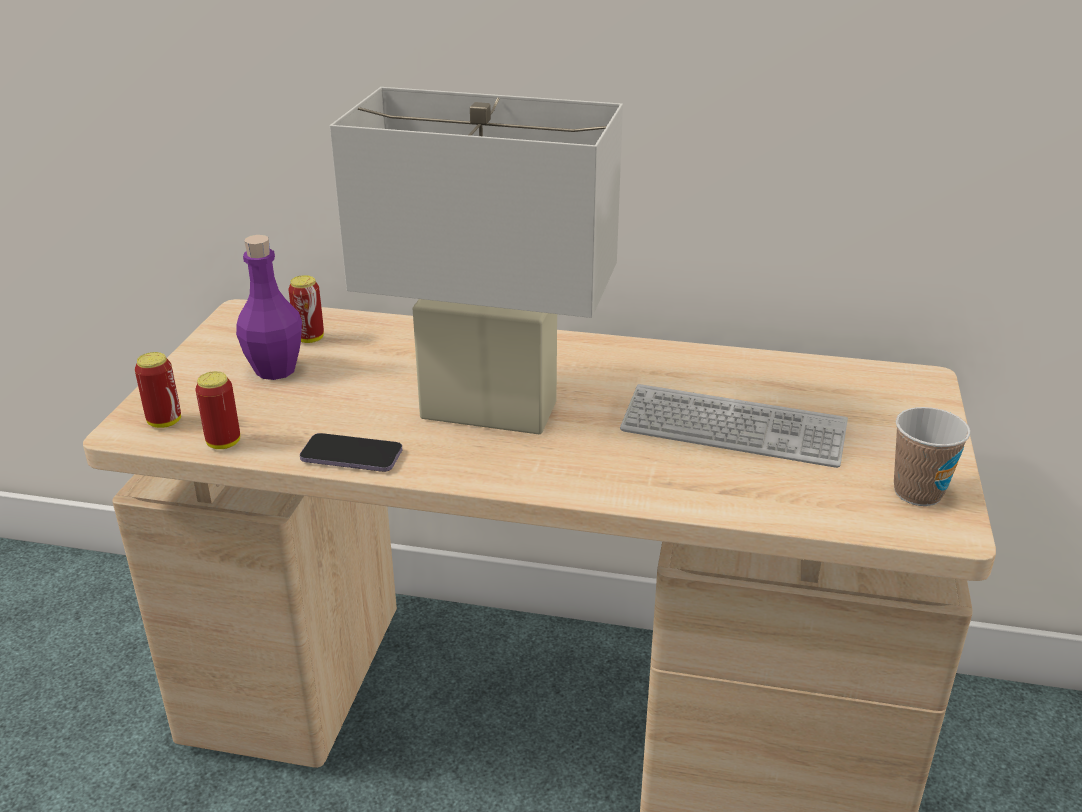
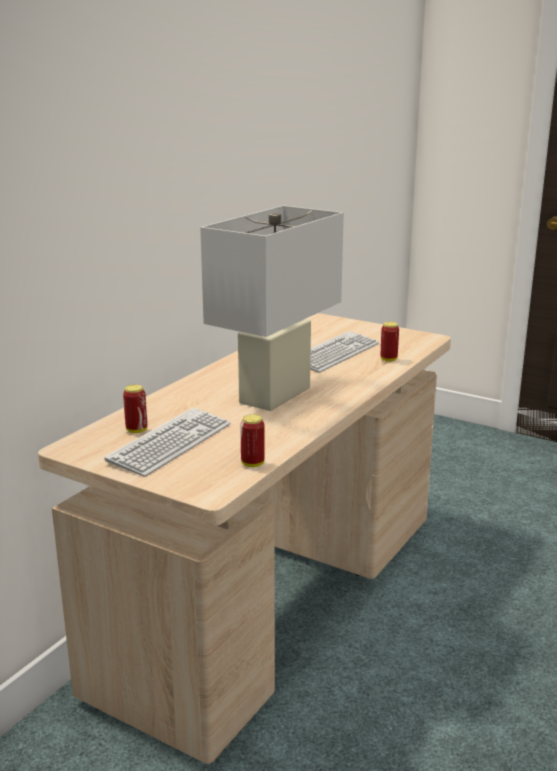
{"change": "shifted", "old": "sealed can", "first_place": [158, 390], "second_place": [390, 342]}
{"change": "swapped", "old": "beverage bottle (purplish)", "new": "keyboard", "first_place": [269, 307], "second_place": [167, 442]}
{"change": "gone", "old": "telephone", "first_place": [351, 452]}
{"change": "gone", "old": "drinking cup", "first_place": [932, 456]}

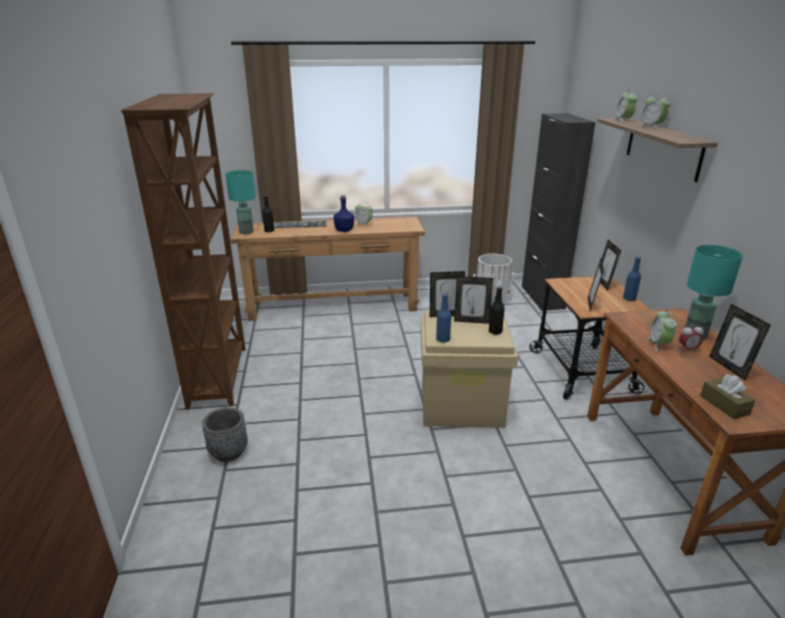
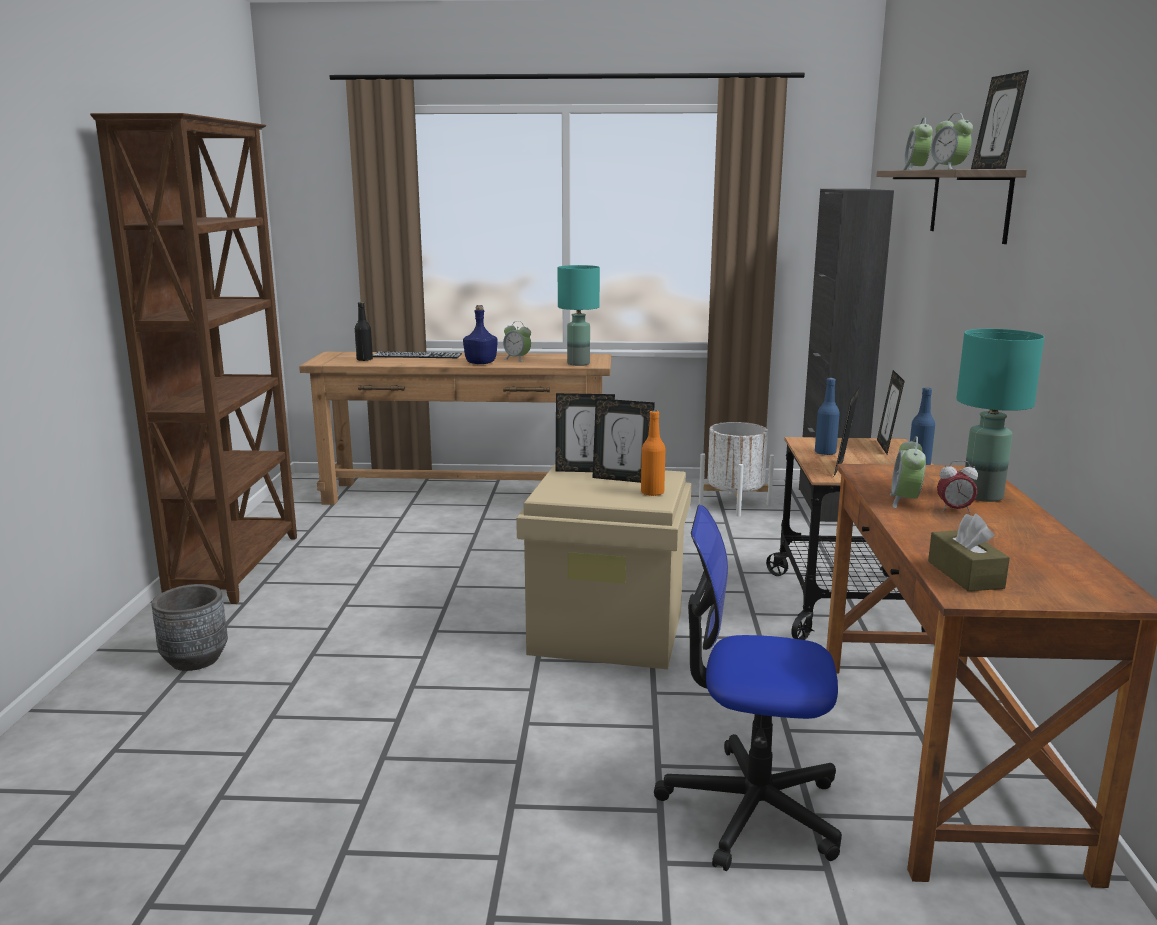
{"change": "shifted", "old": "lamp for a table (blue-green)", "first_place": [240, 202], "second_place": [579, 315]}
{"change": "shifted", "old": "beverage bottle (bluish)", "first_place": [443, 318], "second_place": [827, 416]}
{"change": "repainted", "old": "beverage bottle (black-coloured)", "new": "beverage bottle (orange)", "first_place": [497, 311], "second_place": [653, 453]}
{"change": "shifted", "old": "standing frame", "first_place": [740, 342], "second_place": [1000, 119]}
{"change": "new", "new": "computer chair", "second_place": [748, 688]}

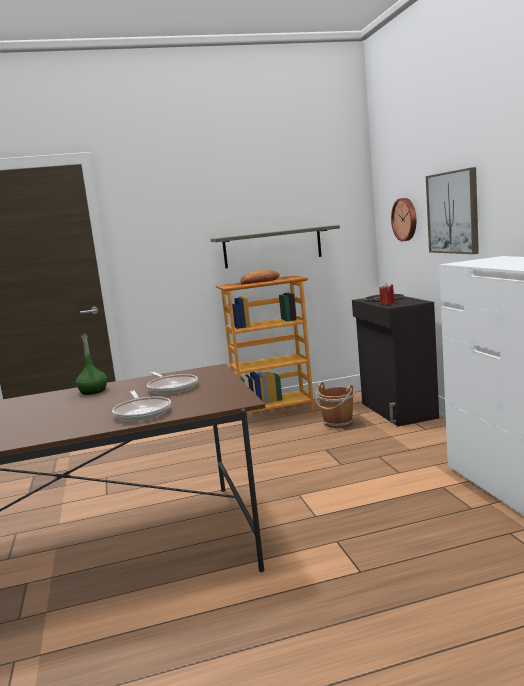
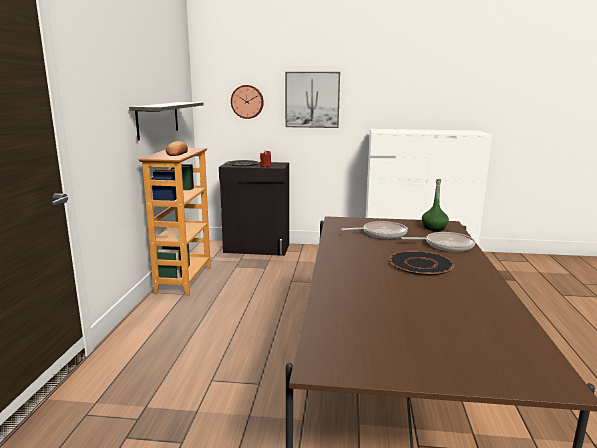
{"change": "shifted", "old": "beverage bottle (green)", "first_place": [91, 364], "second_place": [435, 205]}
{"change": "gone", "old": "water bucket (brown-coloured)", "first_place": [335, 405]}
{"change": "new", "new": "dinner plate (black-coloured)", "second_place": [421, 263]}

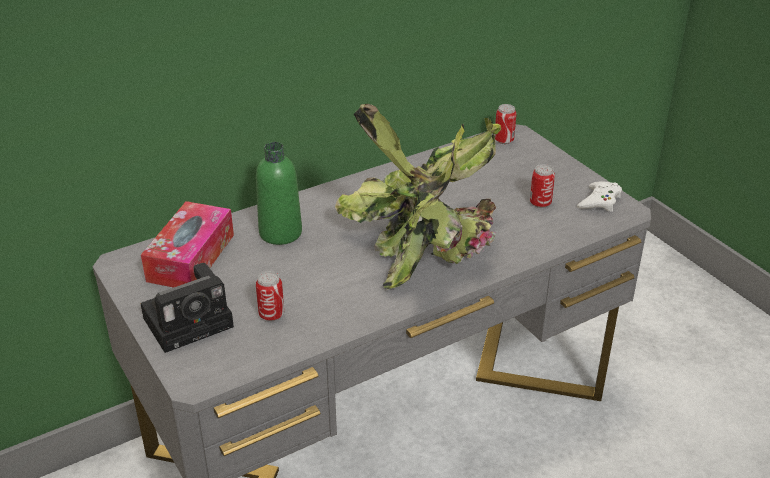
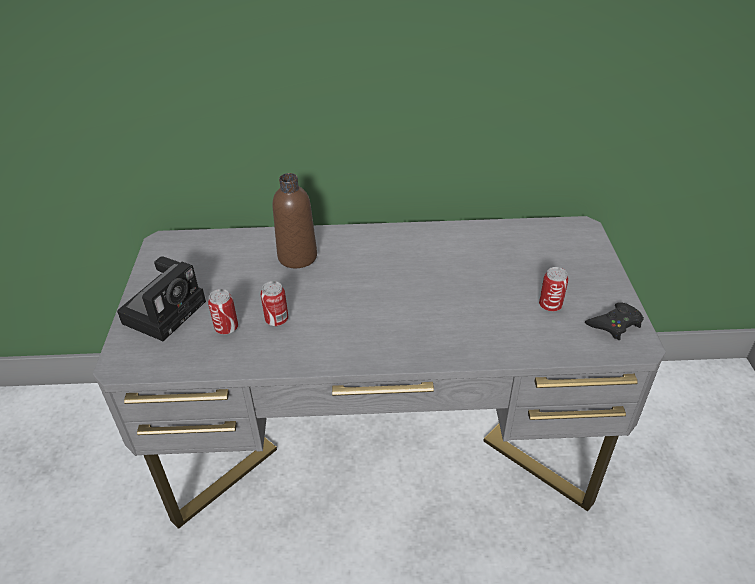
{"change": "gone", "old": "tissue holder", "first_place": [187, 244]}
{"change": "rotated", "old": "still camera", "first_place": [187, 308], "second_place": [161, 299], "degrees": -60}
{"change": "repainted", "old": "beverage bottle (green)", "new": "beverage bottle (brown-coloured)", "first_place": [279, 193], "second_place": [295, 220]}
{"change": "gone", "old": "potted plant", "first_place": [418, 197]}
{"change": "shifted", "old": "sealed can", "first_place": [506, 124], "second_place": [274, 303]}
{"change": "repainted", "old": "joypad (whitish)", "new": "joypad (black-coloured)", "first_place": [599, 197], "second_place": [614, 321]}

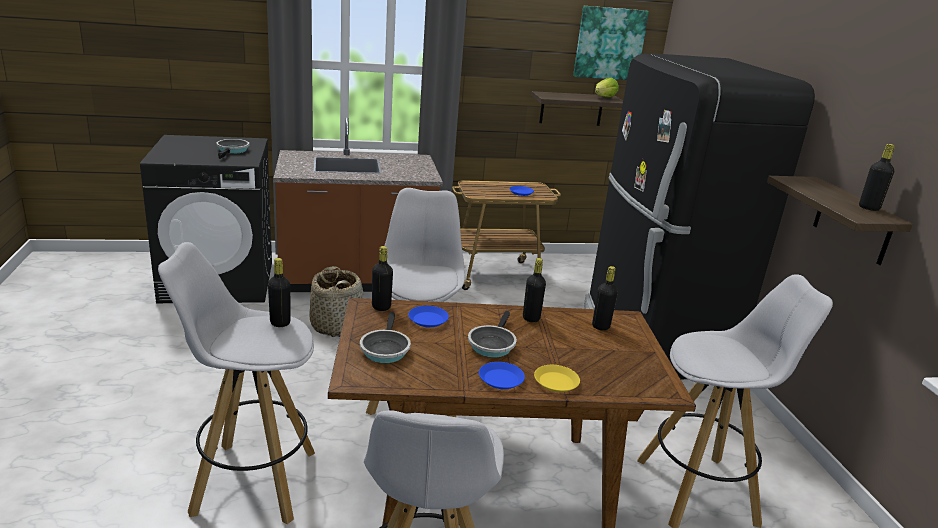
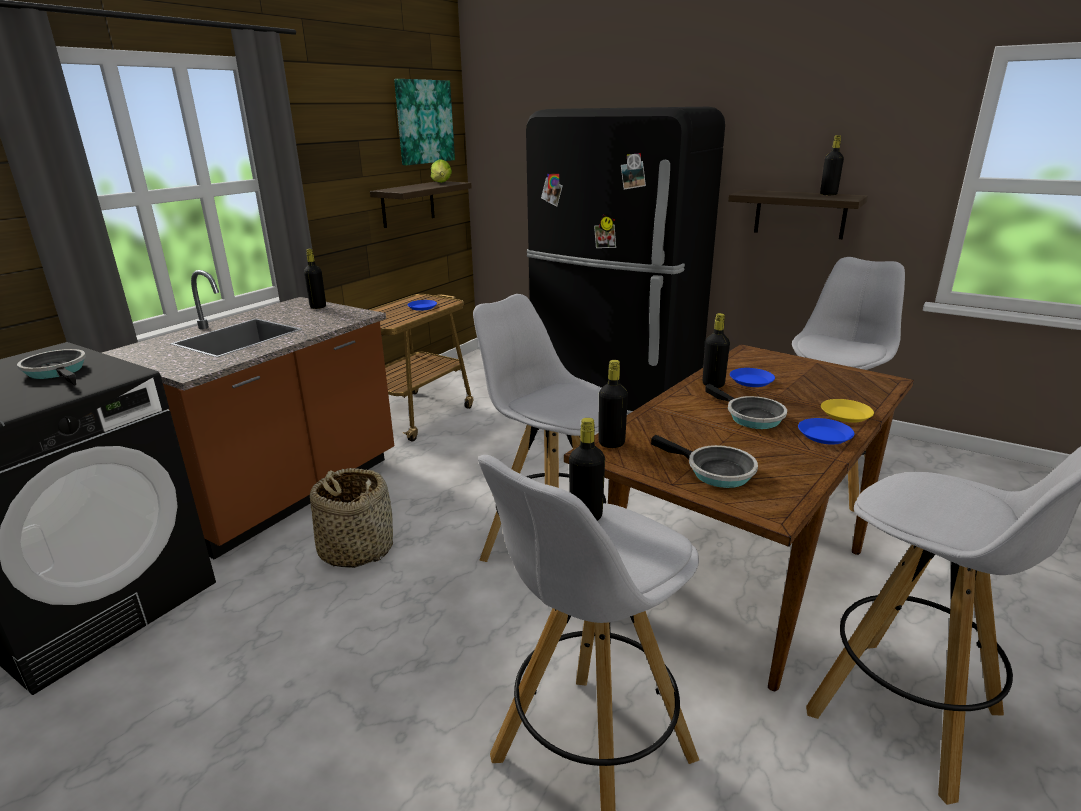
{"change": "shifted", "old": "dinner plate (bluish)", "first_place": [428, 316], "second_place": [752, 377]}
{"change": "shifted", "old": "beverage bottle (black-coloured)", "first_place": [605, 298], "second_place": [315, 279]}

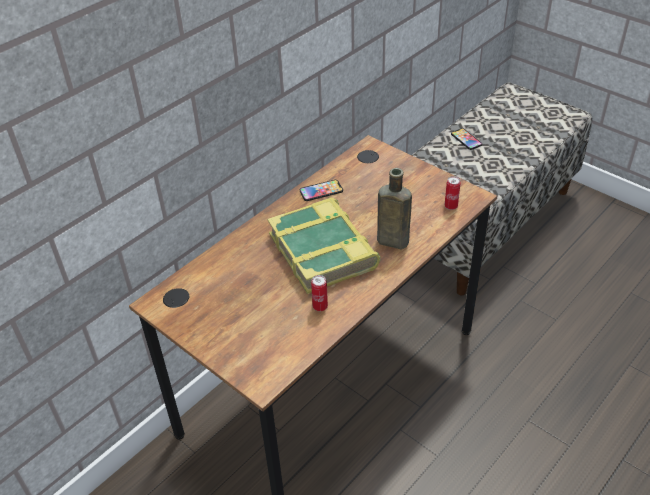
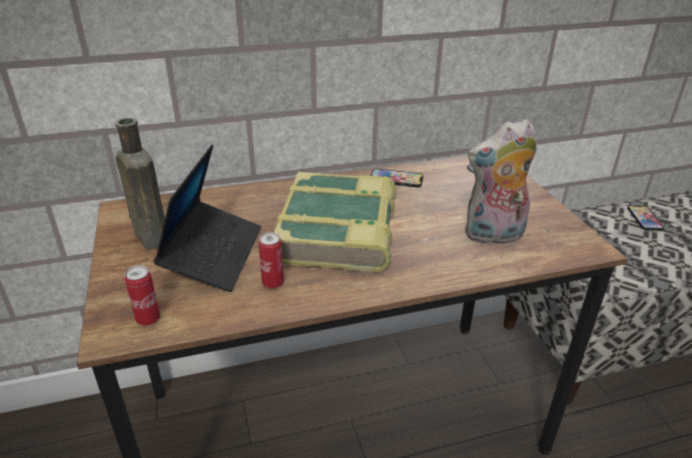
{"change": "shifted", "old": "beverage bottle (brown-coloured)", "first_place": [394, 208], "second_place": [140, 183]}
{"change": "shifted", "old": "sealed can", "first_place": [453, 193], "second_place": [142, 295]}
{"change": "new", "new": "notebook computer", "second_place": [207, 218]}
{"change": "new", "new": "cuddly toy", "second_place": [501, 182]}

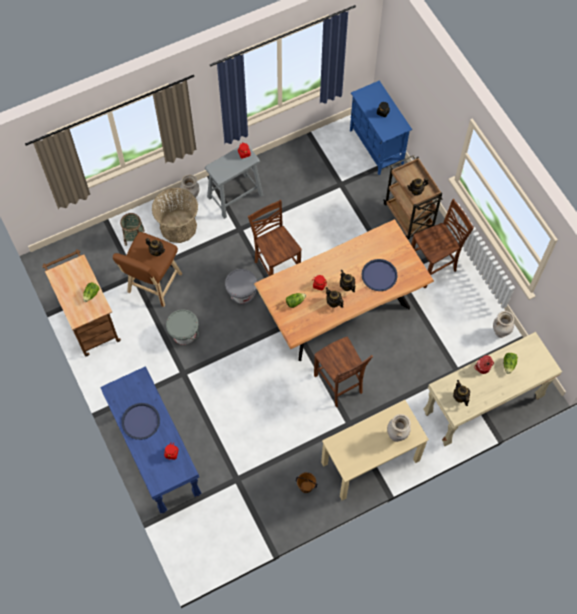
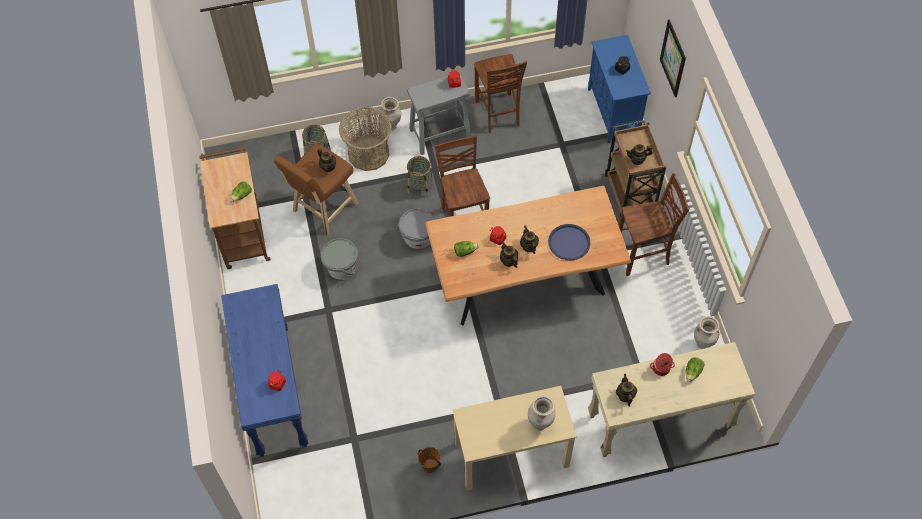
{"change": "gone", "old": "carrying tray (bluish)", "first_place": [140, 421]}
{"change": "shifted", "old": "plain chair (brown-coloured)", "first_place": [343, 372], "second_place": [500, 93]}
{"change": "new", "new": "basket", "second_place": [420, 176]}
{"change": "new", "new": "wall picture", "second_place": [673, 58]}

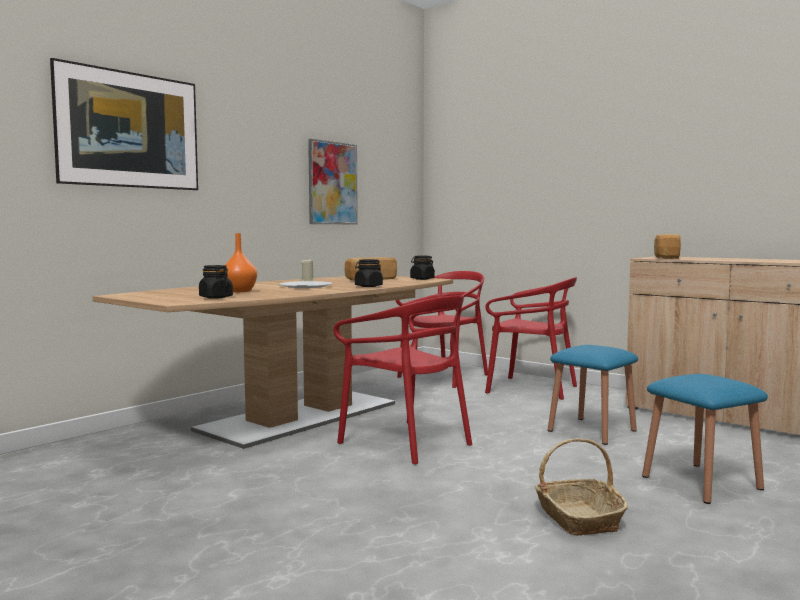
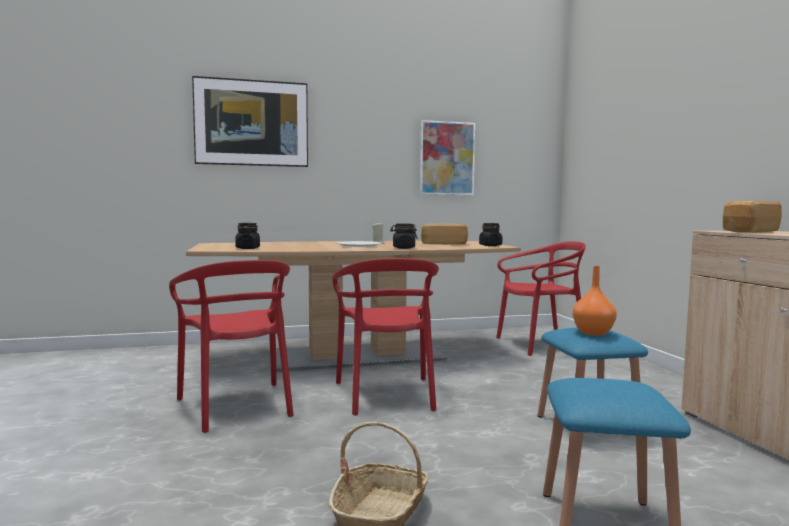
{"change": "shifted", "old": "flower vase (orange)", "first_place": [241, 262], "second_place": [594, 301]}
{"change": "shifted", "old": "plain chair (red)", "first_place": [531, 338], "second_place": [231, 346]}

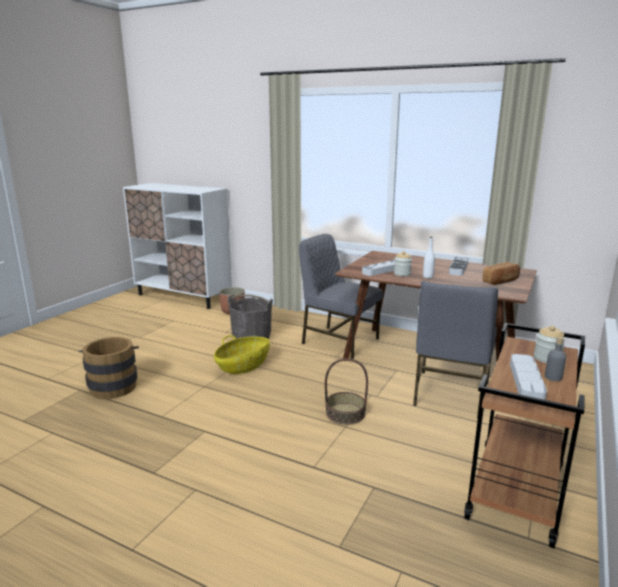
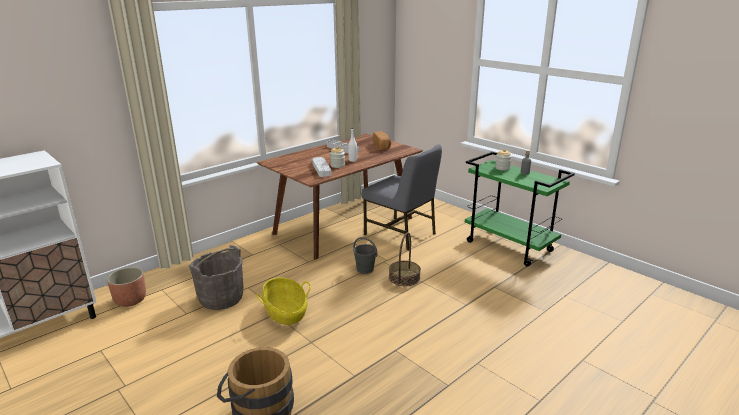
{"change": "gone", "old": "plain chair (grey)", "first_place": [341, 296]}
{"change": "repainted", "old": "cart (brown-coloured)", "new": "cart (green)", "first_place": [524, 435], "second_place": [520, 209]}
{"change": "gone", "old": "carrying tray (grey)", "first_place": [528, 377]}
{"change": "new", "new": "water bucket (grey)", "second_place": [365, 255]}

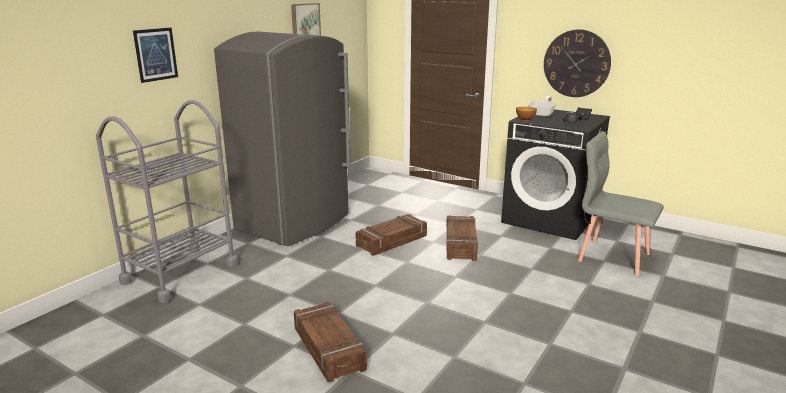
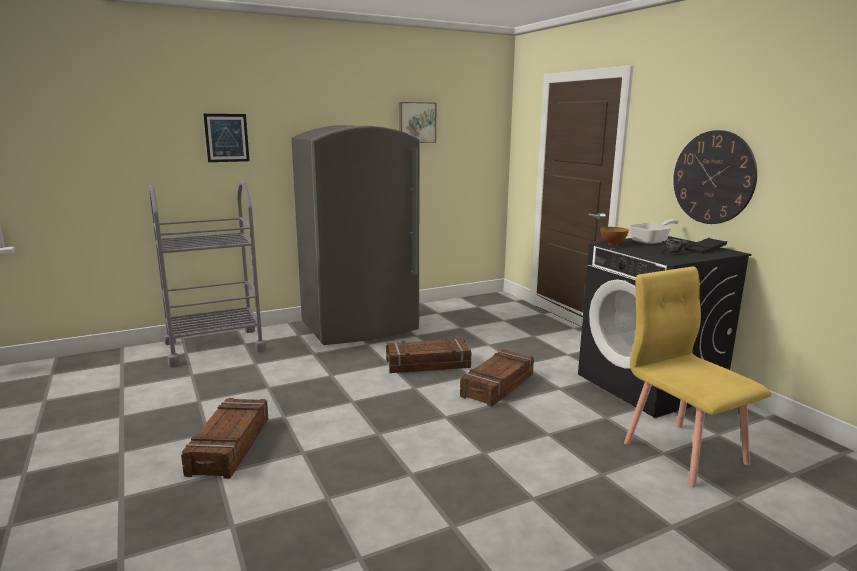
{"change": "repainted", "old": "plain chair (grey)", "new": "plain chair (yellow)", "first_place": [621, 203], "second_place": [697, 376]}

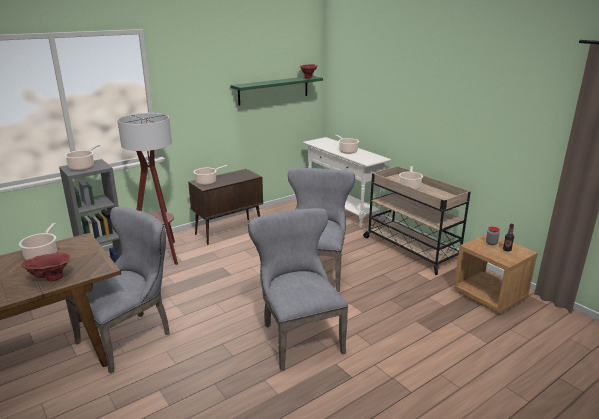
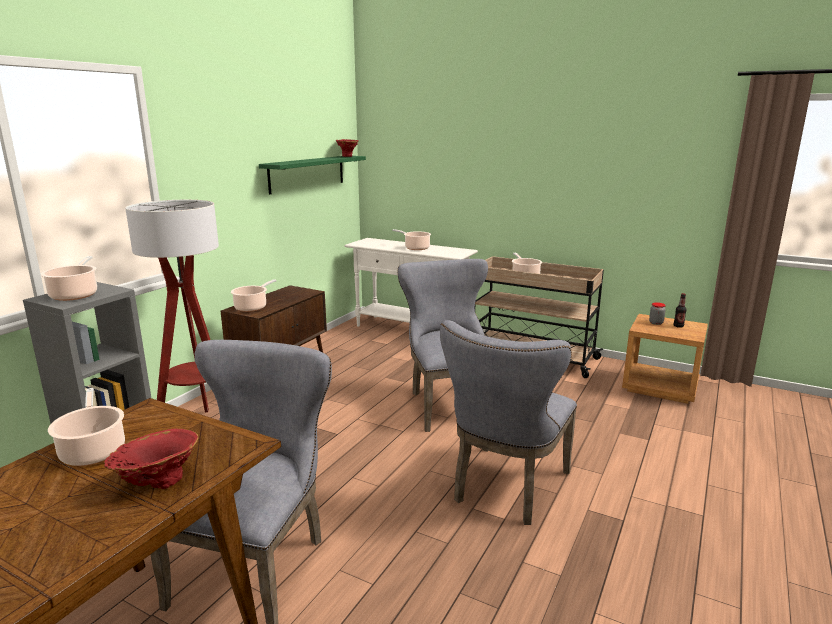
{"change": "rotated", "old": "plain chair (grey)", "first_place": [298, 289], "second_place": [508, 422], "degrees": -105}

